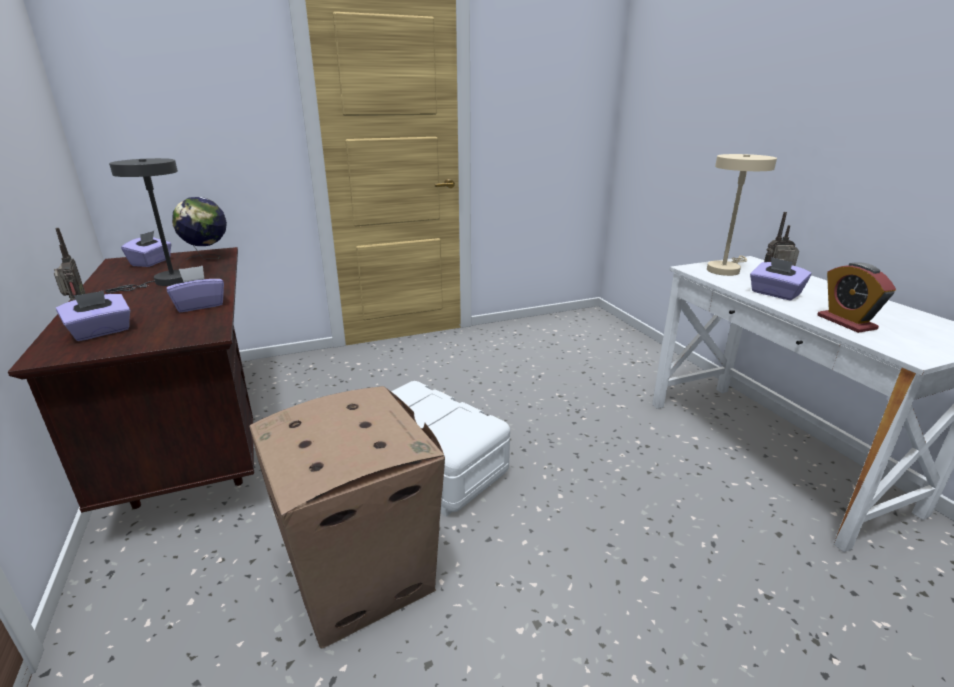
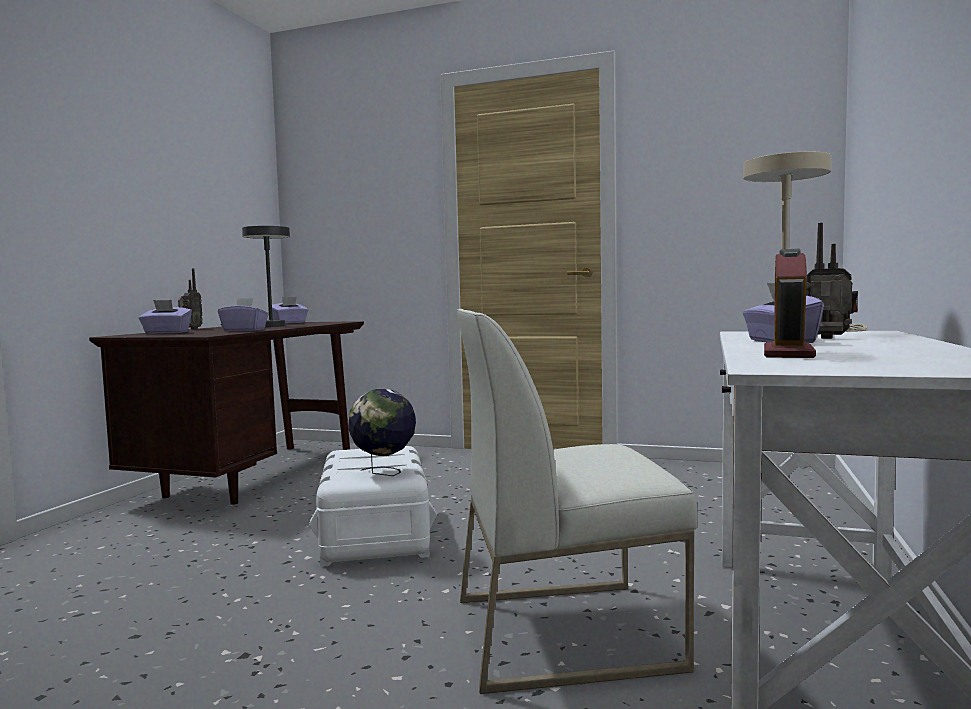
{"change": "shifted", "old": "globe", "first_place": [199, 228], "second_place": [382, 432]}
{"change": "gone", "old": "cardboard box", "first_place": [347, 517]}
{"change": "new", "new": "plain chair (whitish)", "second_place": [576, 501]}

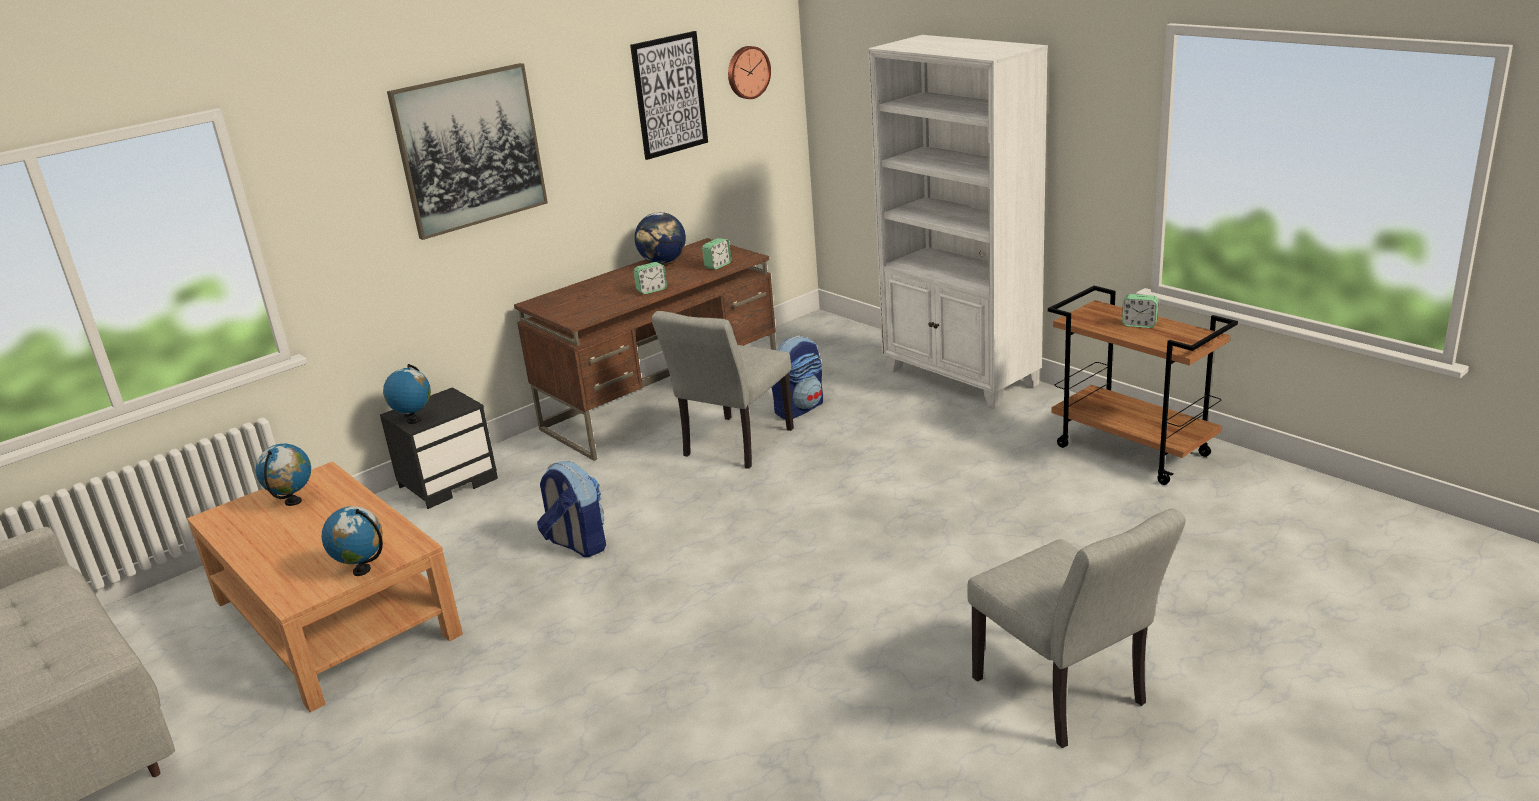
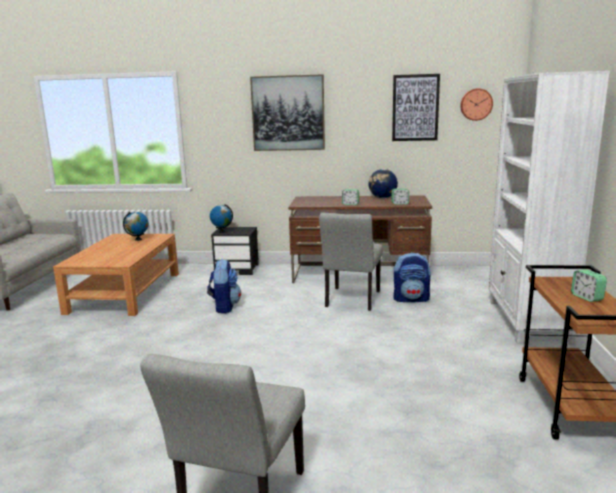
{"change": "gone", "old": "globe", "first_place": [352, 541]}
{"change": "rotated", "old": "plain chair (grey)", "first_place": [723, 390], "second_place": [351, 262], "degrees": -60}

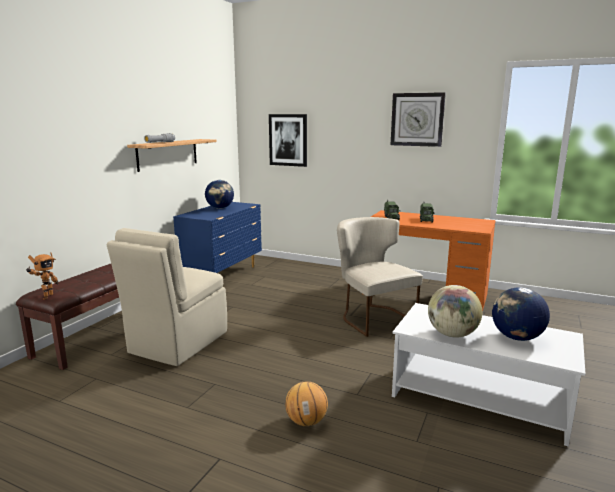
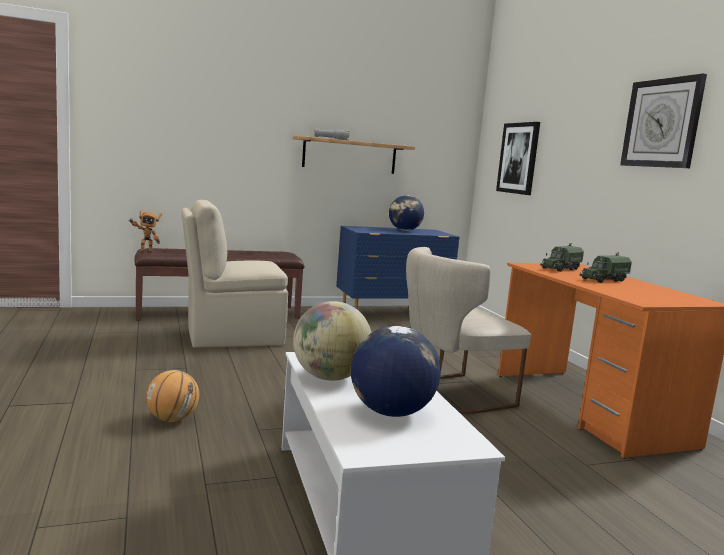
{"change": "rotated", "old": "plain chair (sand-coloured)", "first_place": [380, 277], "second_place": [468, 330], "degrees": -135}

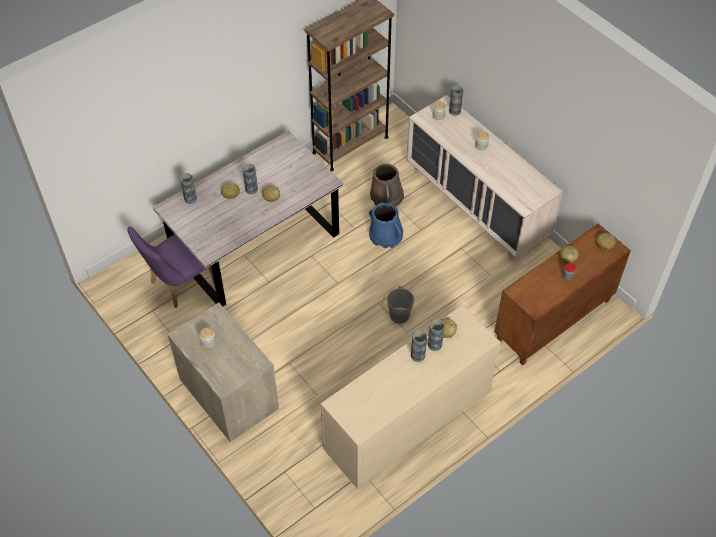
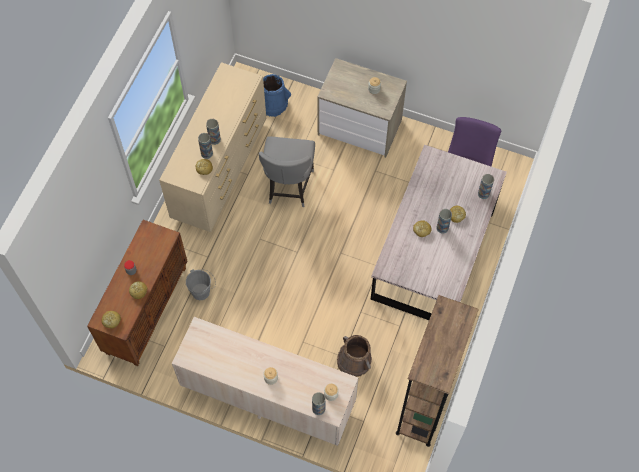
{"change": "shifted", "old": "water bucket (bluish)", "first_place": [386, 226], "second_place": [277, 95]}
{"change": "shifted", "old": "water bucket (grey)", "first_place": [398, 305], "second_place": [201, 284]}
{"change": "new", "new": "plain chair (grey)", "second_place": [287, 172]}

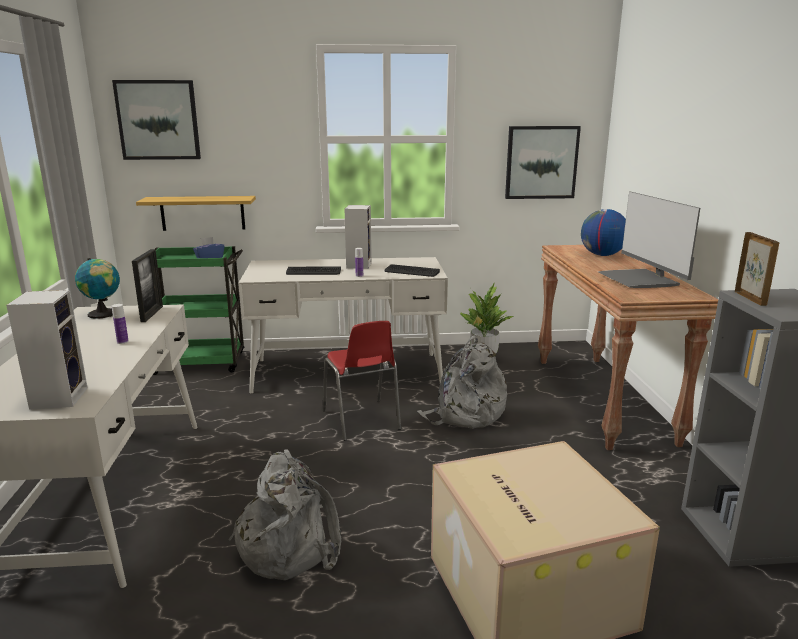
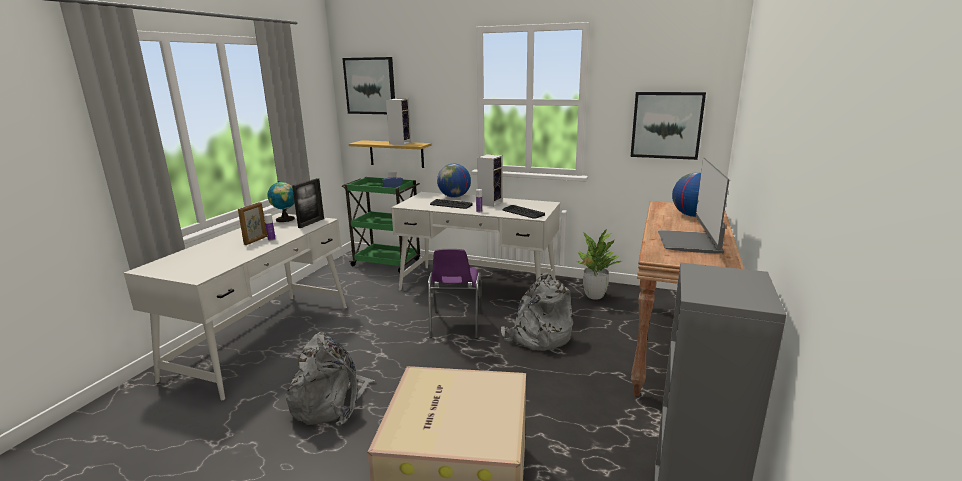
{"change": "shifted", "old": "loudspeaker", "first_place": [47, 350], "second_place": [398, 122]}
{"change": "repainted", "old": "plain chair (red)", "new": "plain chair (purplish)", "first_place": [362, 381], "second_place": [455, 294]}
{"change": "shifted", "old": "standing frame", "first_place": [757, 269], "second_place": [252, 223]}
{"change": "new", "new": "globe", "second_place": [454, 181]}

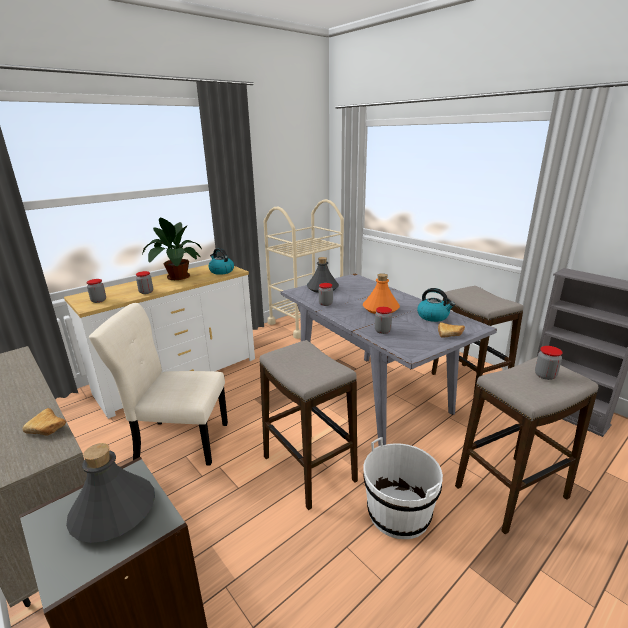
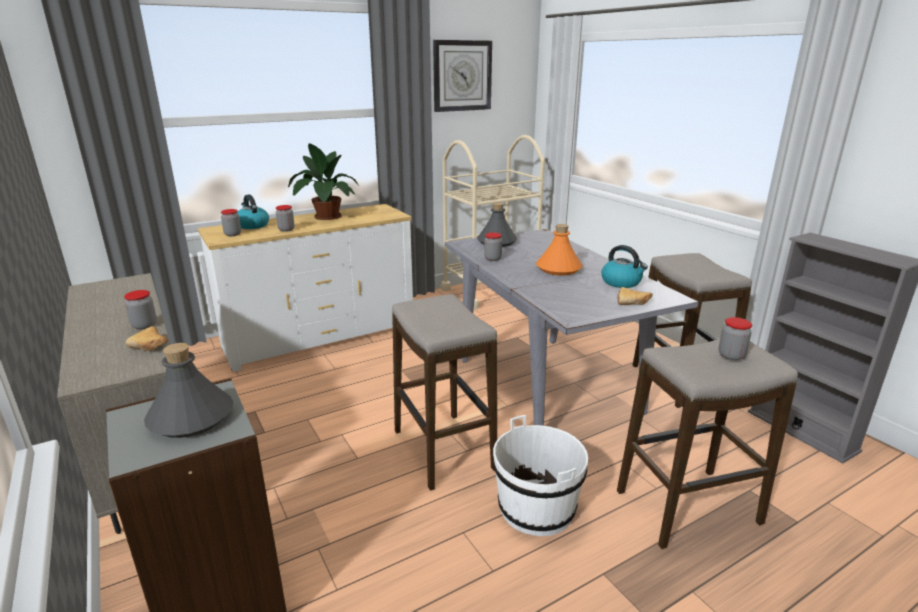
{"change": "gone", "old": "plain chair (sand-coloured)", "first_place": [158, 384]}
{"change": "shifted", "old": "tea kettle", "first_place": [221, 261], "second_place": [253, 212]}
{"change": "shifted", "old": "storage jar", "first_place": [383, 320], "second_place": [140, 310]}
{"change": "new", "new": "wall clock", "second_place": [462, 76]}

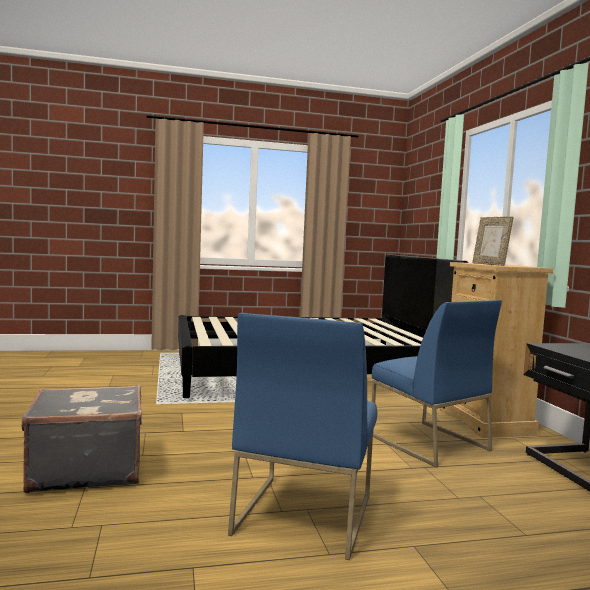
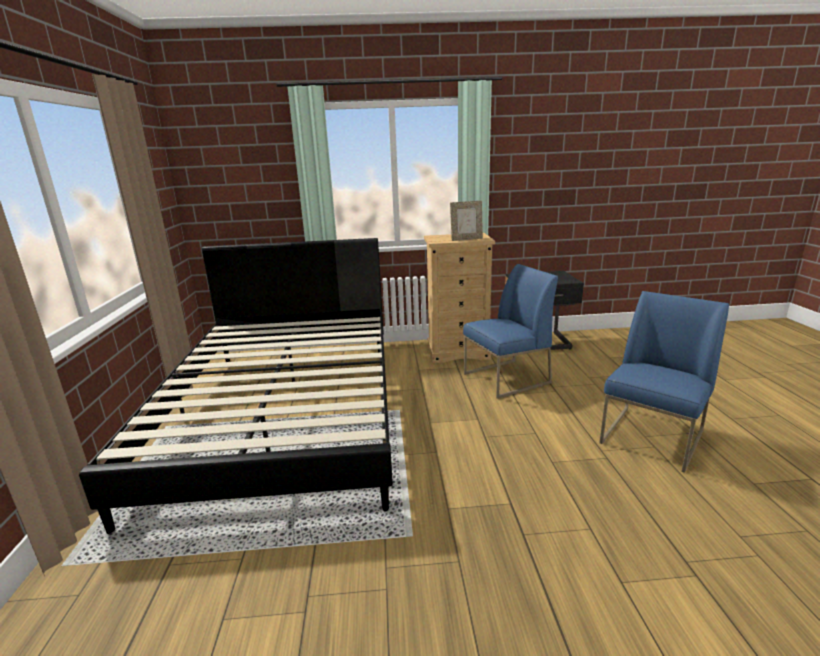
{"change": "gone", "old": "piece of luggage (grey)", "first_place": [82, 439]}
{"change": "rotated", "old": "plain chair (bluish)", "first_place": [302, 436], "second_place": [664, 382], "degrees": -75}

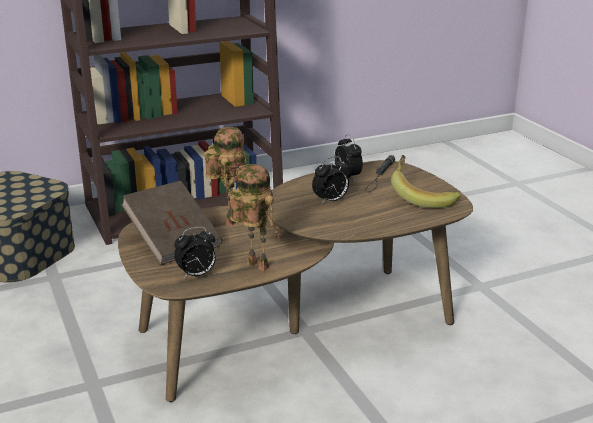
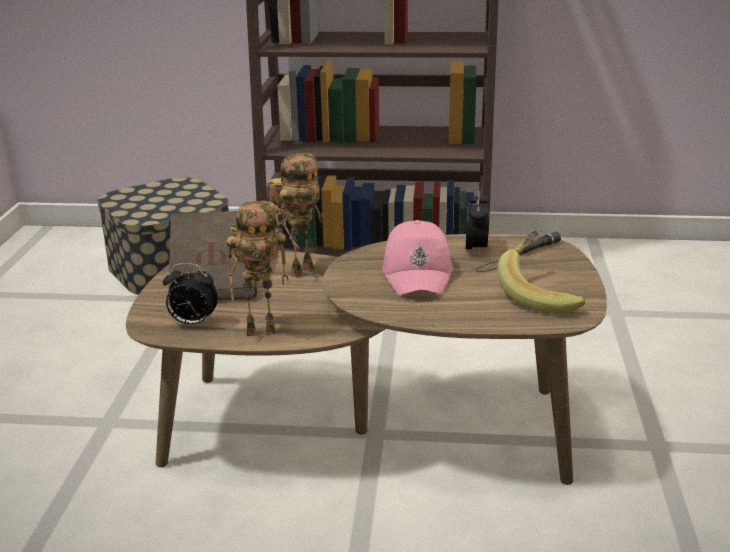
{"change": "rotated", "old": "robot figure", "first_place": [255, 217], "second_place": [258, 268], "degrees": 105}
{"change": "swapped", "old": "table clock", "new": "cap (pink)", "first_place": [330, 180], "second_place": [417, 257]}

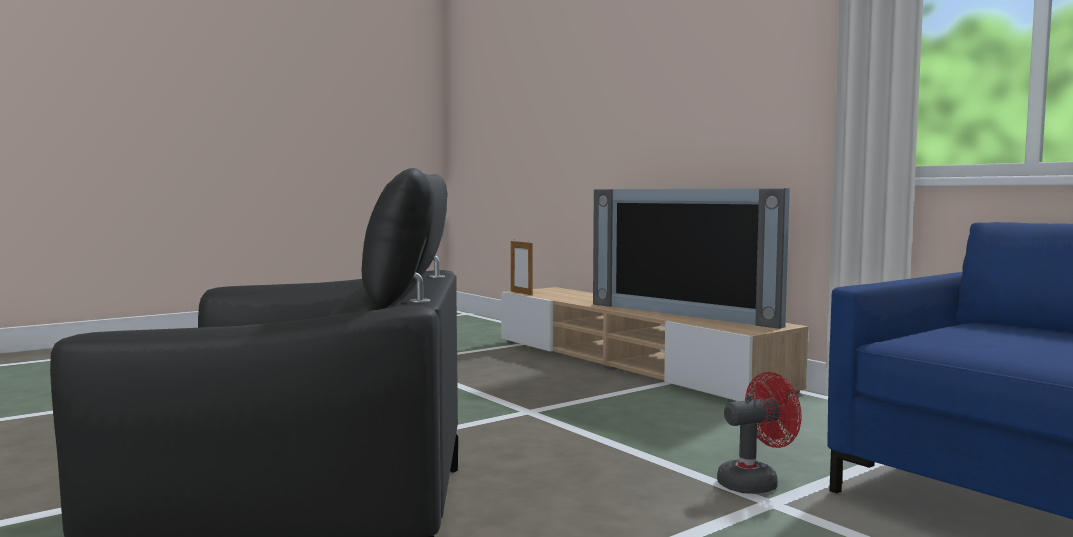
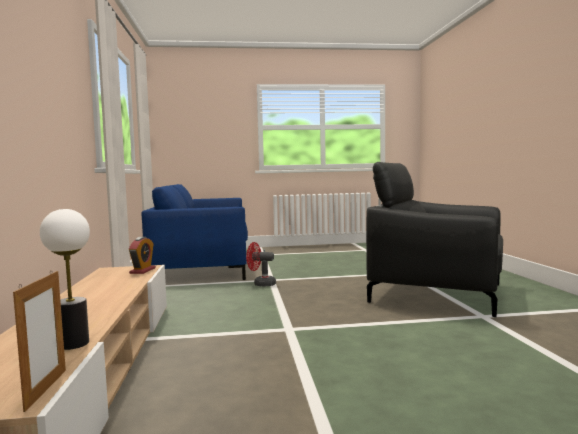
{"change": "gone", "old": "TV set", "first_place": [691, 258]}
{"change": "new", "new": "lamp for a table", "second_place": [65, 279]}
{"change": "new", "new": "table clock", "second_place": [142, 255]}

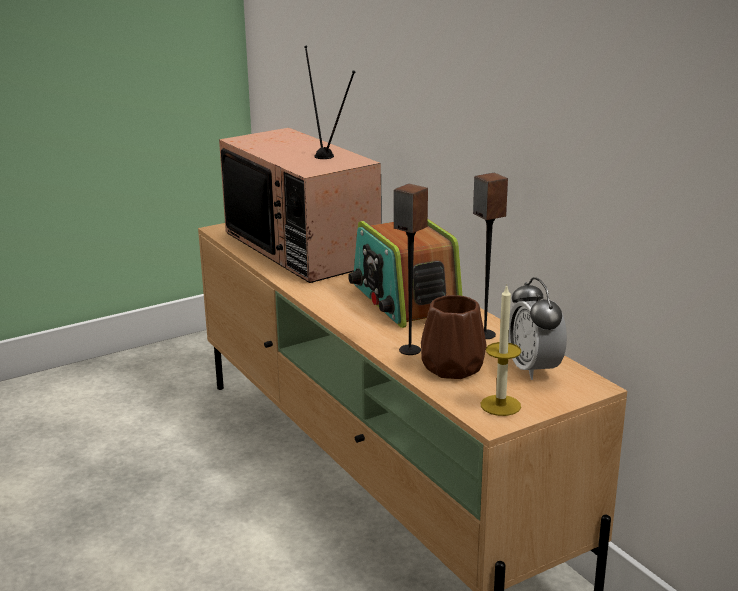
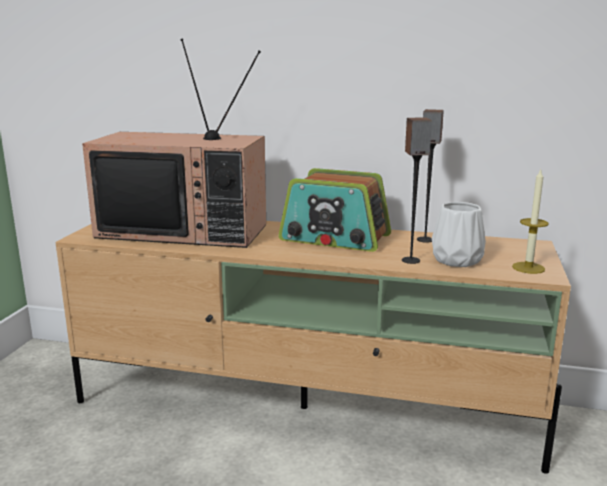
{"change": "repainted", "old": "flower vase (brown-coloured)", "new": "flower vase (whitish)", "first_place": [454, 337], "second_place": [459, 234]}
{"change": "gone", "old": "table clock", "first_place": [537, 328]}

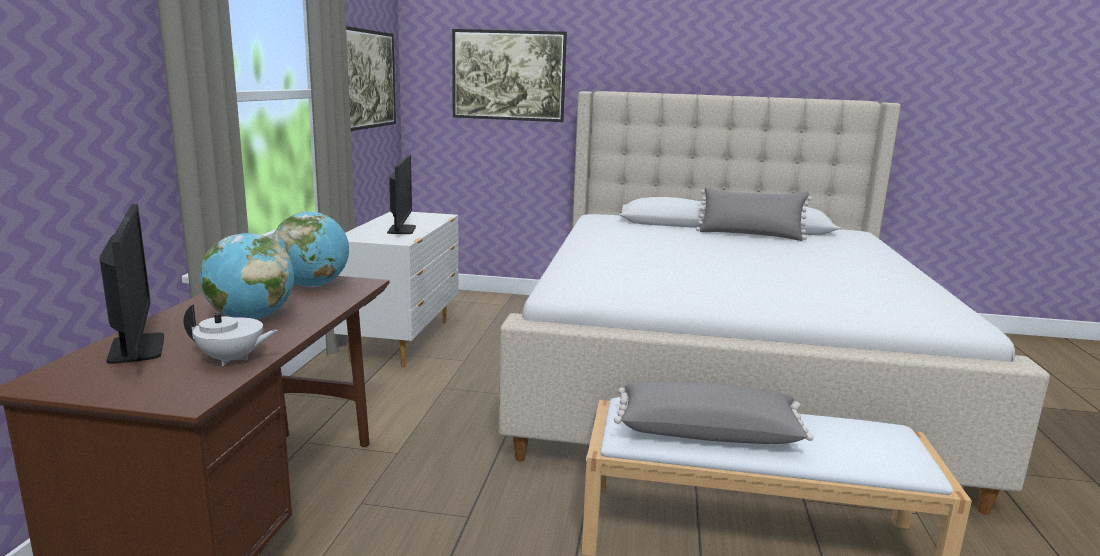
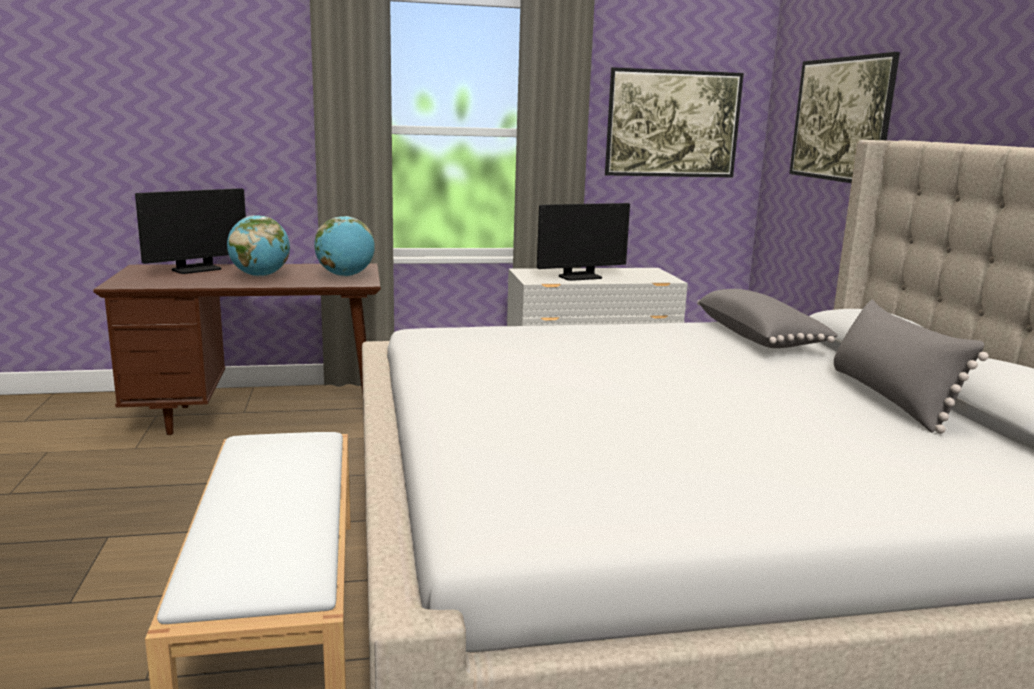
{"change": "gone", "old": "pot for tea (whitish)", "first_place": [231, 335]}
{"change": "shifted", "old": "pillow (grey)", "first_place": [714, 413], "second_place": [767, 318]}

